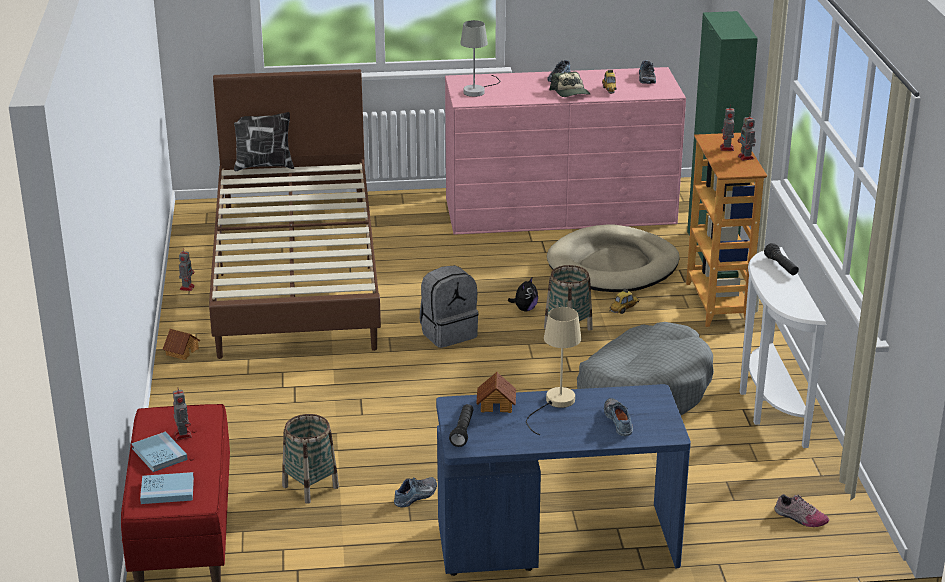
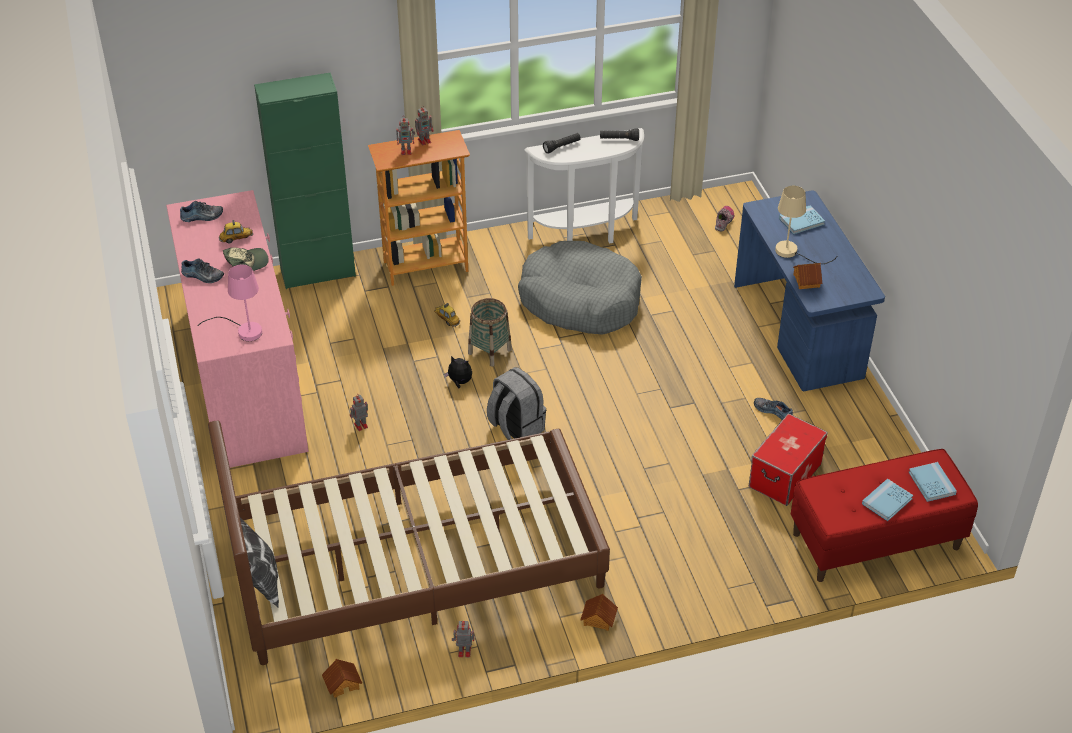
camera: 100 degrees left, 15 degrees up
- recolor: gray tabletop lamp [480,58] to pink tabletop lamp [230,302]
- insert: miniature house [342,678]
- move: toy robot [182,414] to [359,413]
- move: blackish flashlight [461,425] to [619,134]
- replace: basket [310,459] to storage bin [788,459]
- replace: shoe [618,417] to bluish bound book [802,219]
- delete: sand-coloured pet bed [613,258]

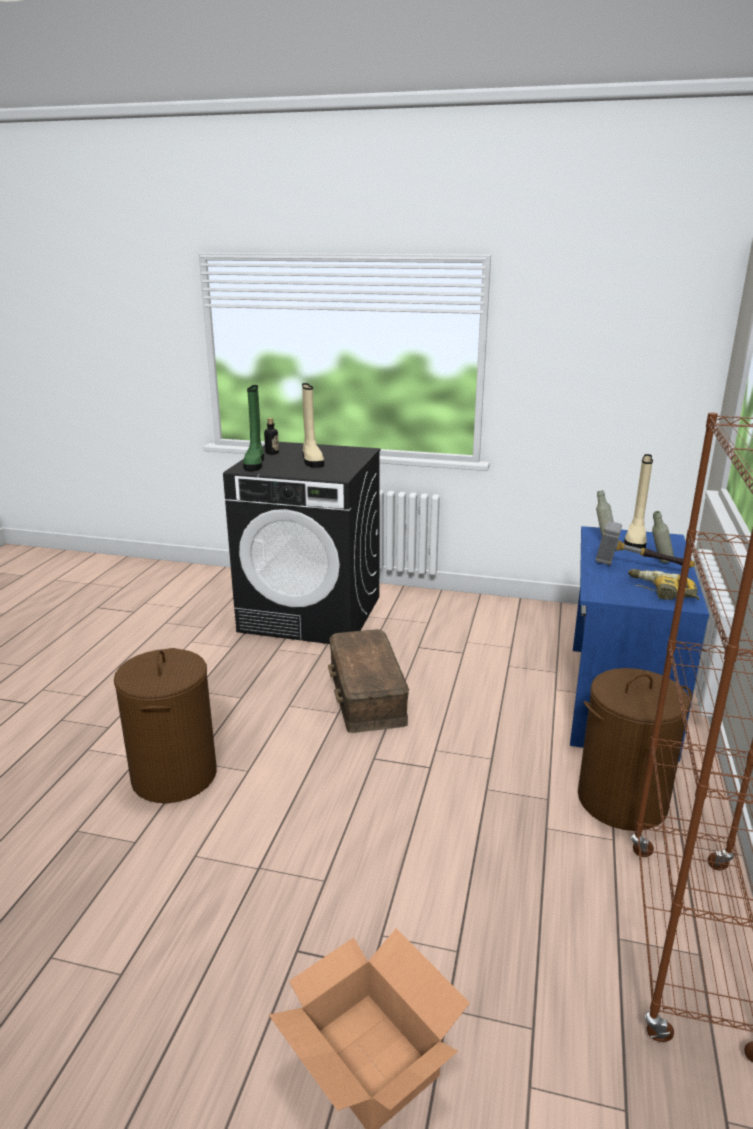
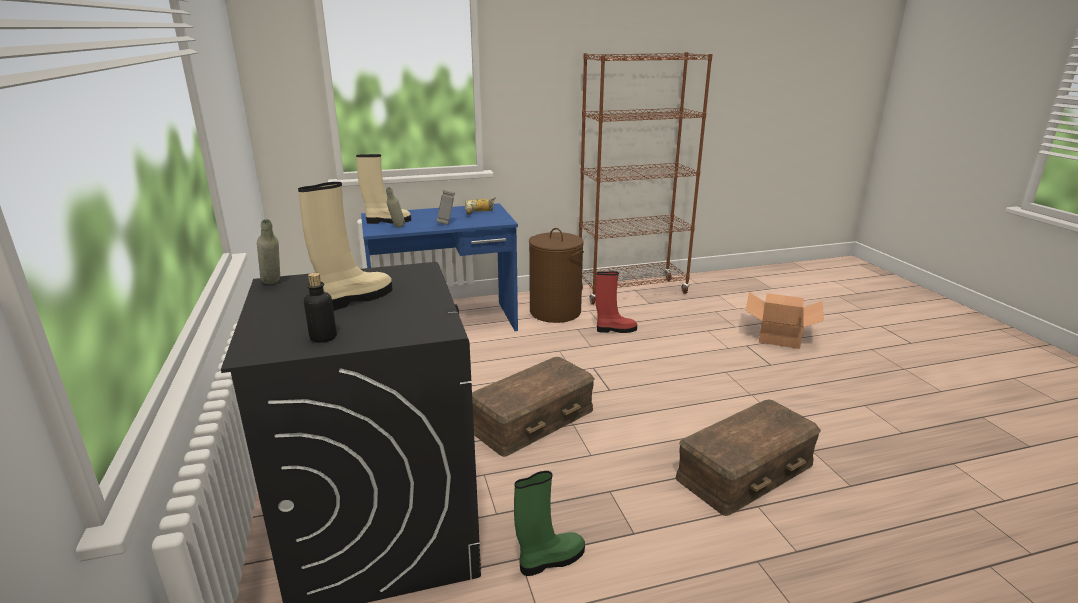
camera: 120 degrees left, 0 degrees up
- move: gray beverage bottle [663,537] to [268,251]
- move: green boot [253,428] to [549,523]
- insert: red-coloured boot [616,302]
- replace: brownish laundry basket [165,725] to brownish storage bin [748,457]

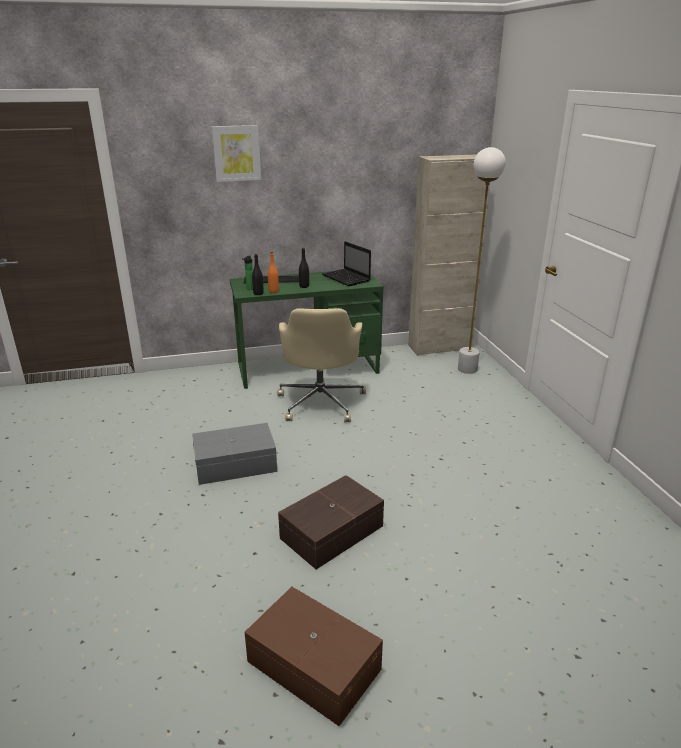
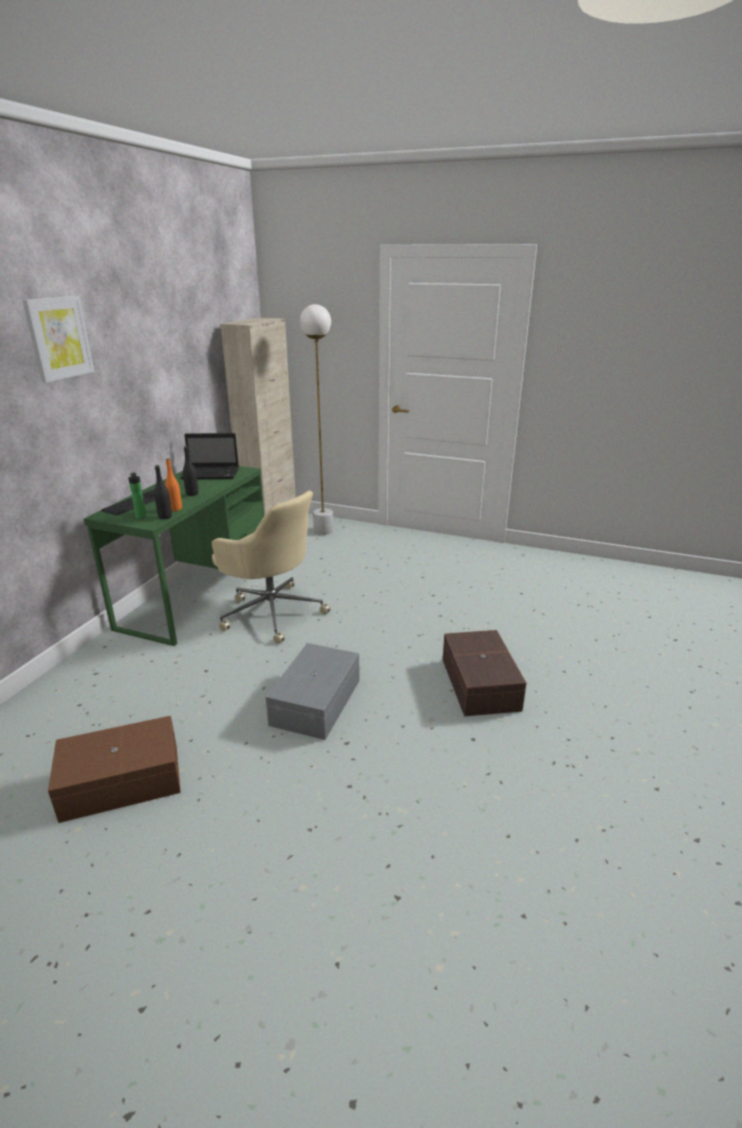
camera: 55 degrees left, 0 degrees up
- move: brownish storage bin [313,656] to [114,769]

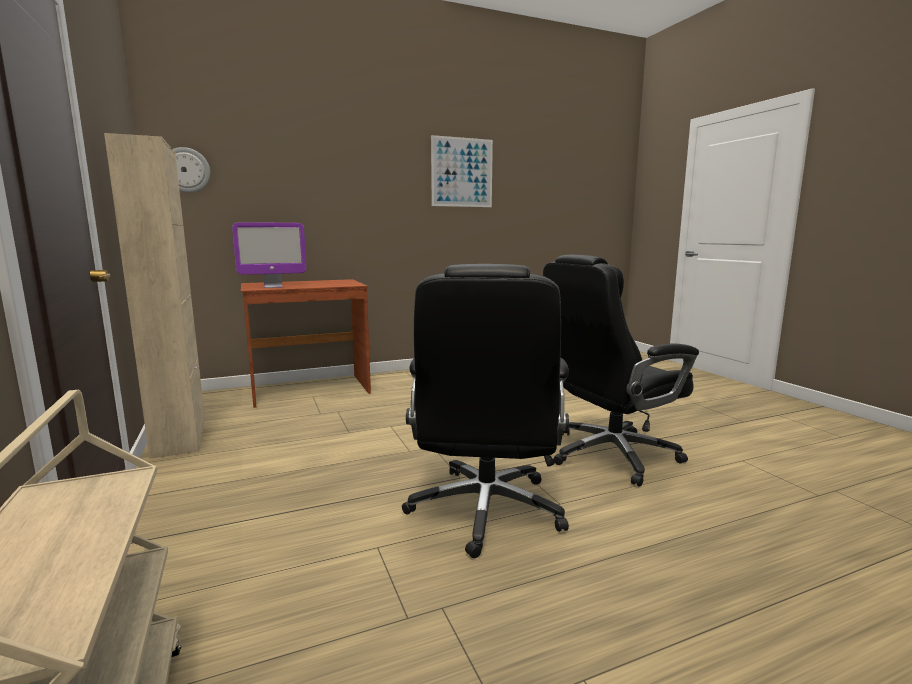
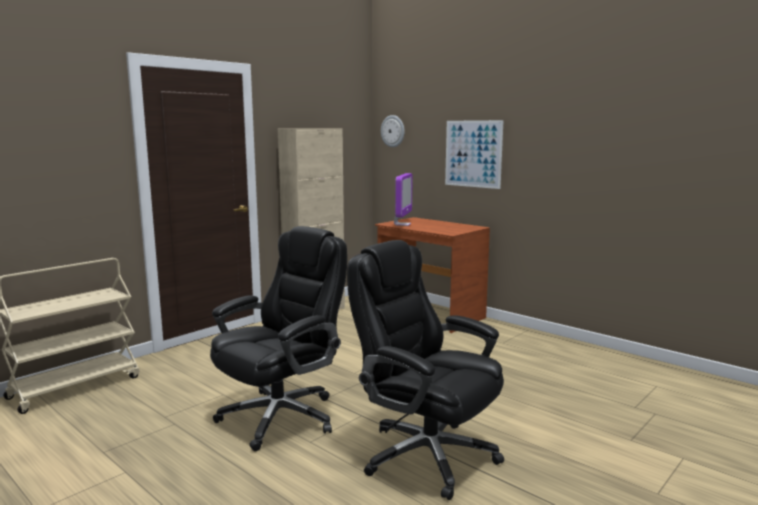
camera: 65 degrees right, 0 degrees up
- rotate: blackish office chair [485,411] = [278,338] 150 degrees clockwise
- rotate: monitor [269,255] = [403,199] 120 degrees counterclockwise
- move: wall art [462,171] to [474,154]

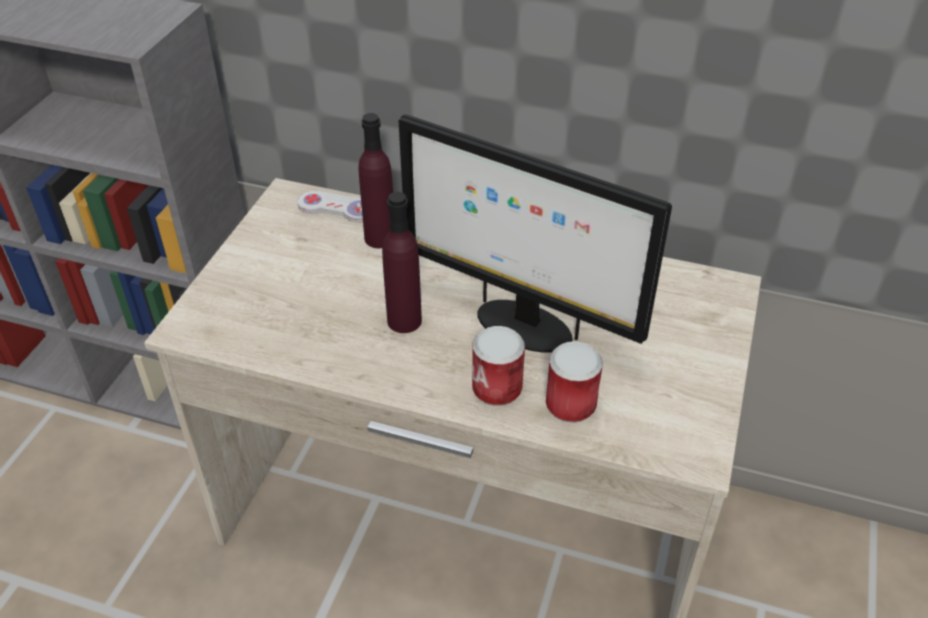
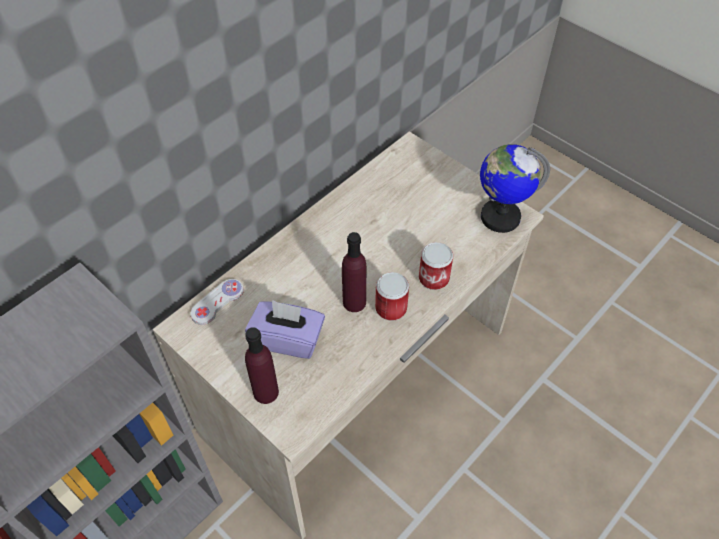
camera: 65 degrees left, 10 degrees up
- insert: purple tissue box [285,329]
- move: purple beverage bottle [375,180] to [262,365]
- move: can [574,382] to [392,296]
- insert: desk globe [515,188]
- delete: monitor [535,233]

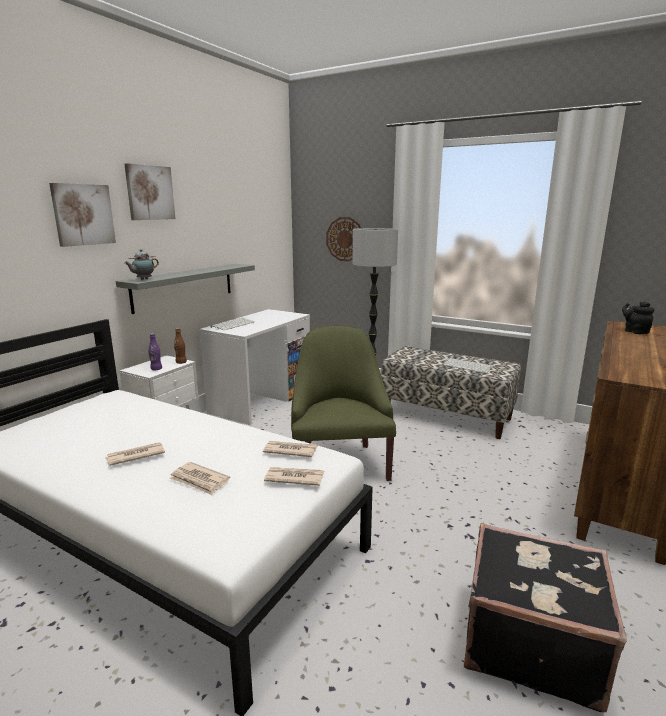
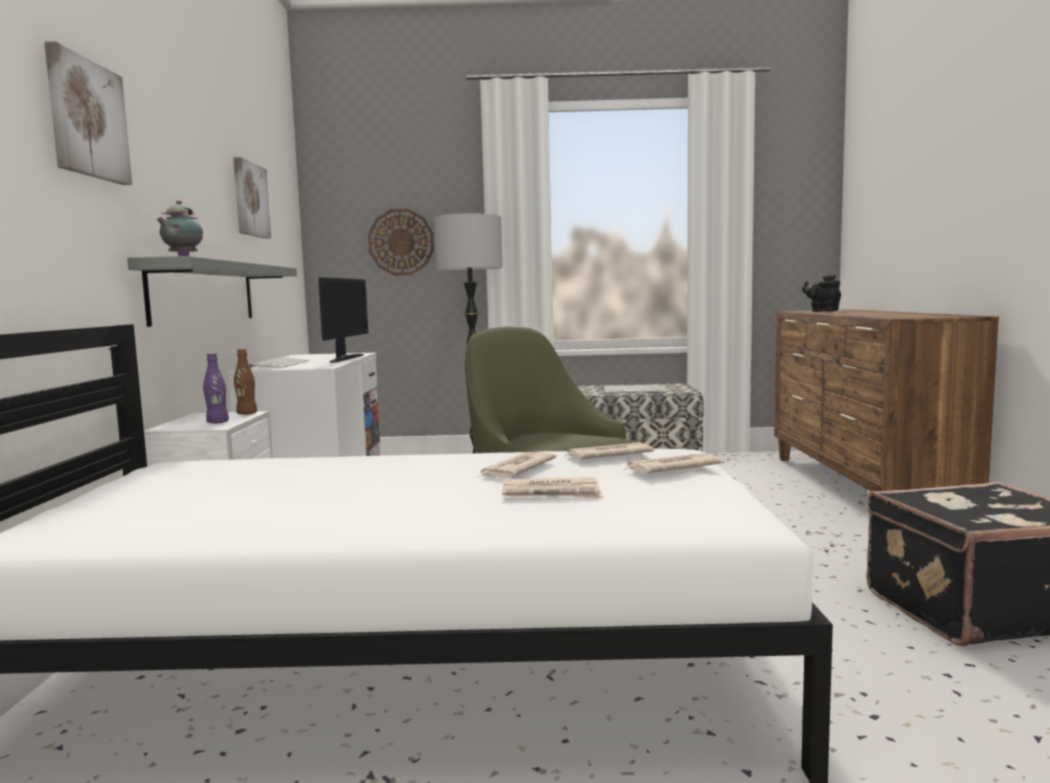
camera: 30 degrees left, 10 degrees down
- move: wall art [149,191] to [252,198]
- insert: monitor [343,320]
- move: daily paper [135,454] to [517,464]

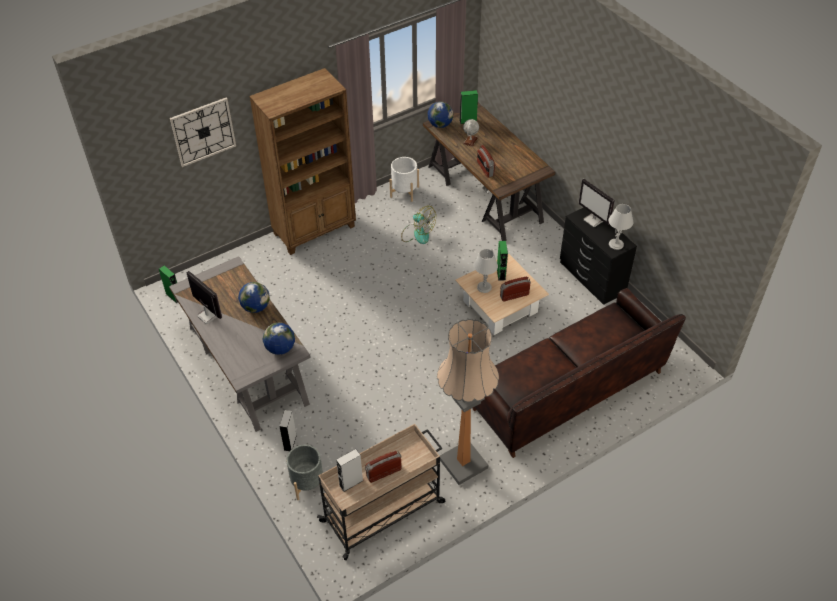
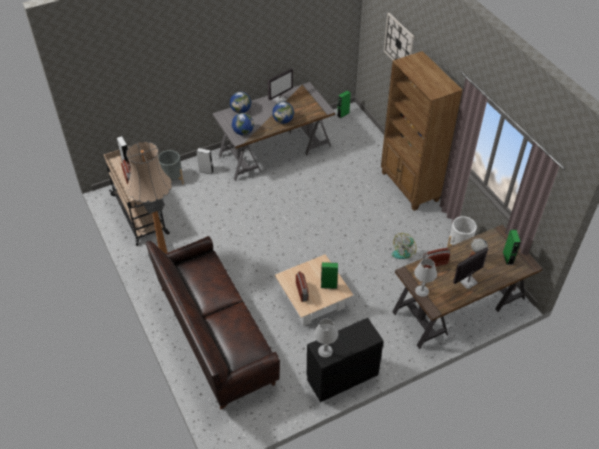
camera: 95 degrees right, 0 degrees up
- move: desk globe [440,115] to [240,102]
- move: gray tabletop lamp [486,271] to [425,277]
- move: monitor [596,203] to [470,268]

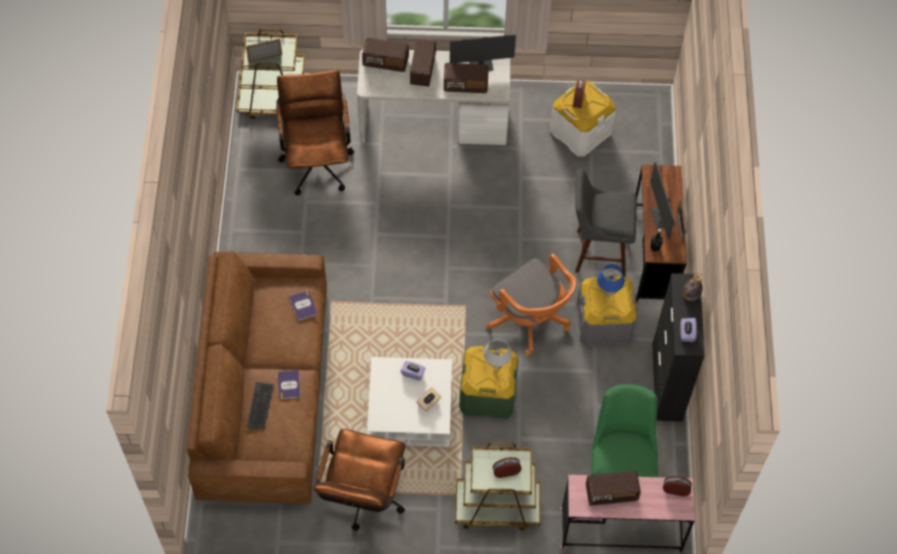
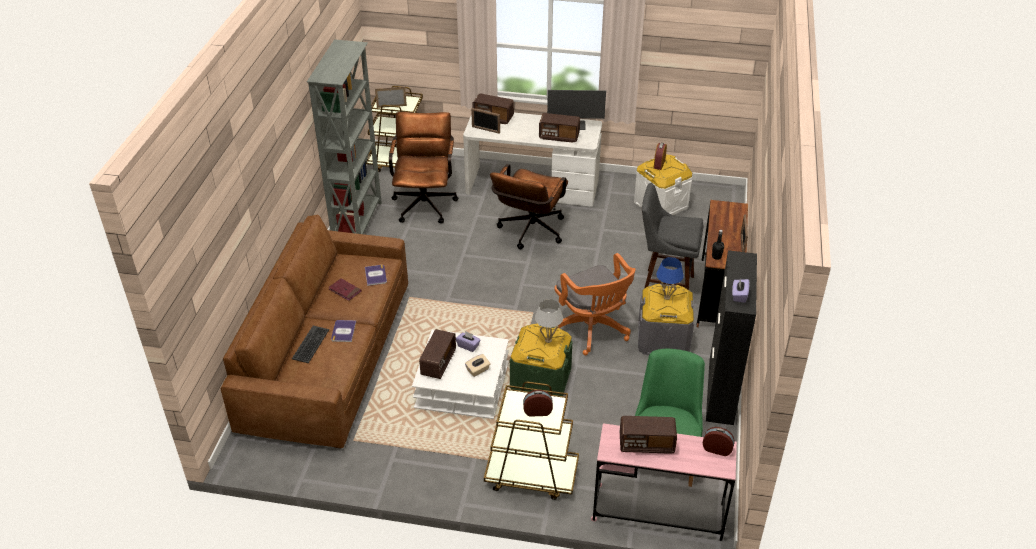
camera: 10 degrees right, 20 degrees down
- insert: gray shelving unit [344,136]
- insert: red-coloured bound book [344,289]
- move: radio receiver [423,63] to [437,354]
- insert: standing frame [485,121]
- move: brownish office chair [359,480] to [529,206]
- delete: monitor [663,201]
- delete: beverage bottle [693,287]

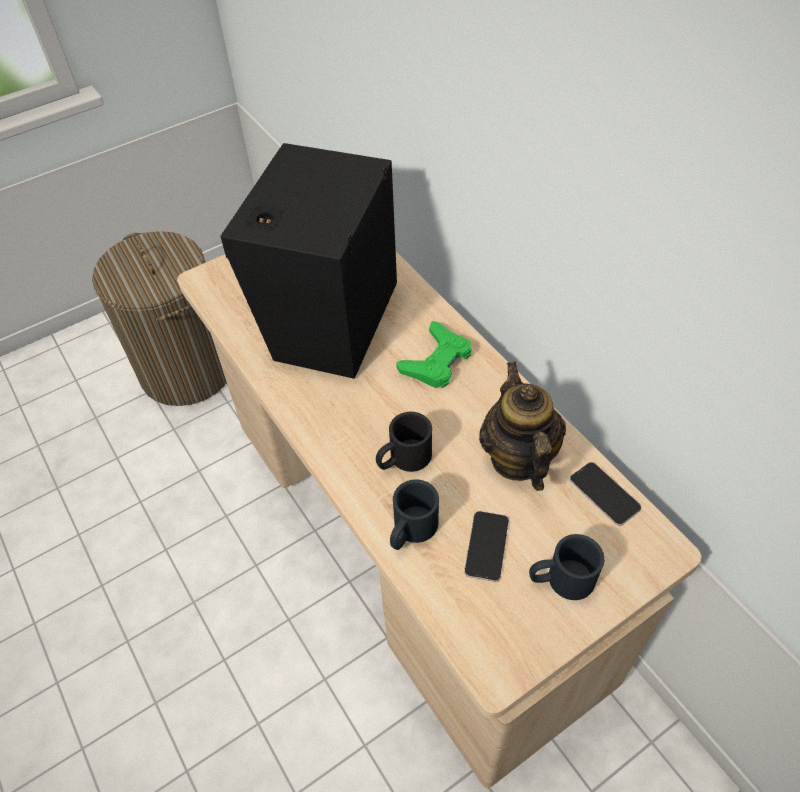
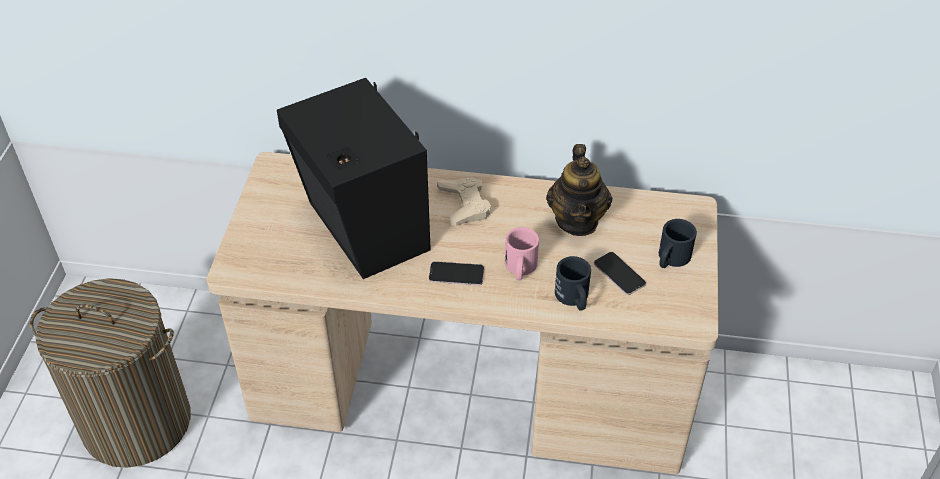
camera: 50 degrees left, 5 degrees down
- move: phone [606,494] to [456,273]
- recolor: green game controller [434,354] to sand-coloured game controller [464,201]
- recolor: blackish coffee mug [404,442] to pink coffee mug [522,253]
- rotate: tea pot [522,426] = [579,190] 120 degrees counterclockwise

